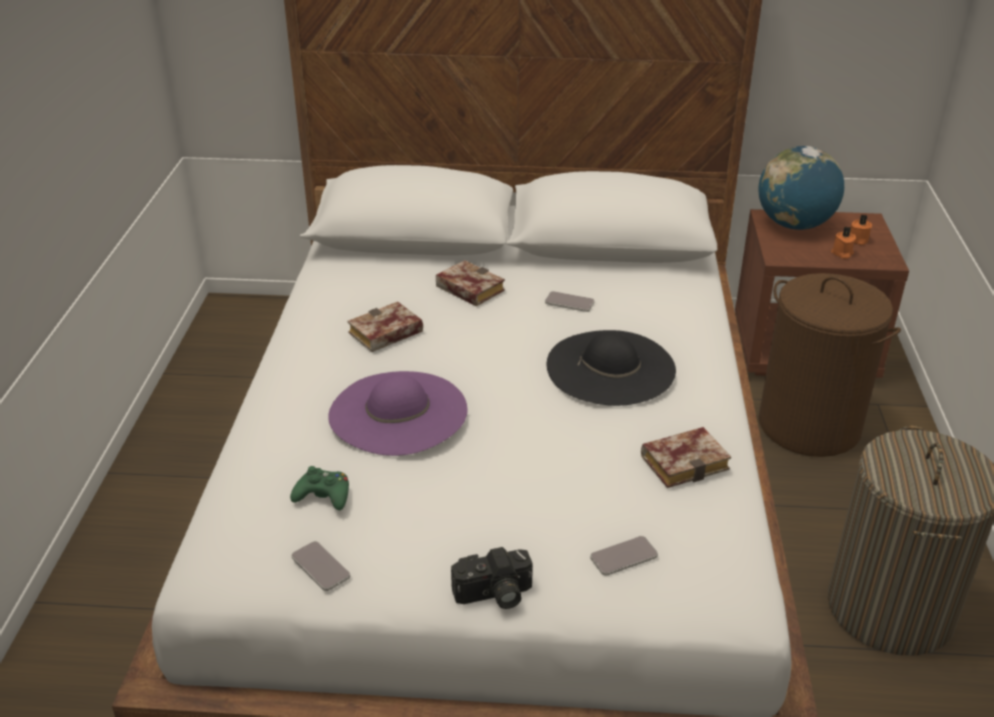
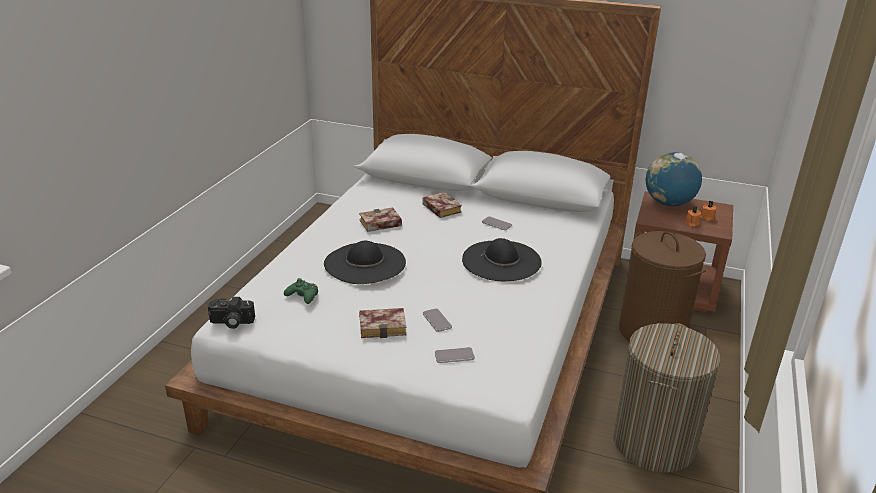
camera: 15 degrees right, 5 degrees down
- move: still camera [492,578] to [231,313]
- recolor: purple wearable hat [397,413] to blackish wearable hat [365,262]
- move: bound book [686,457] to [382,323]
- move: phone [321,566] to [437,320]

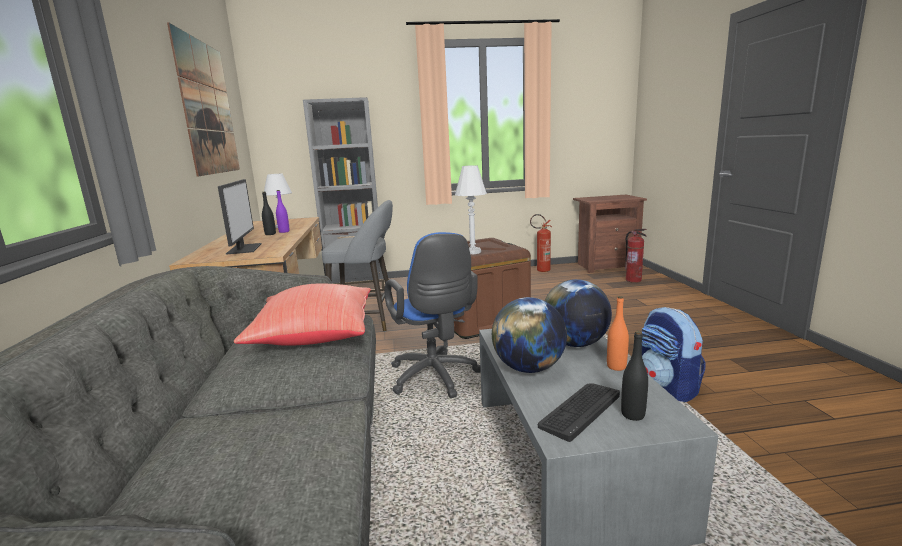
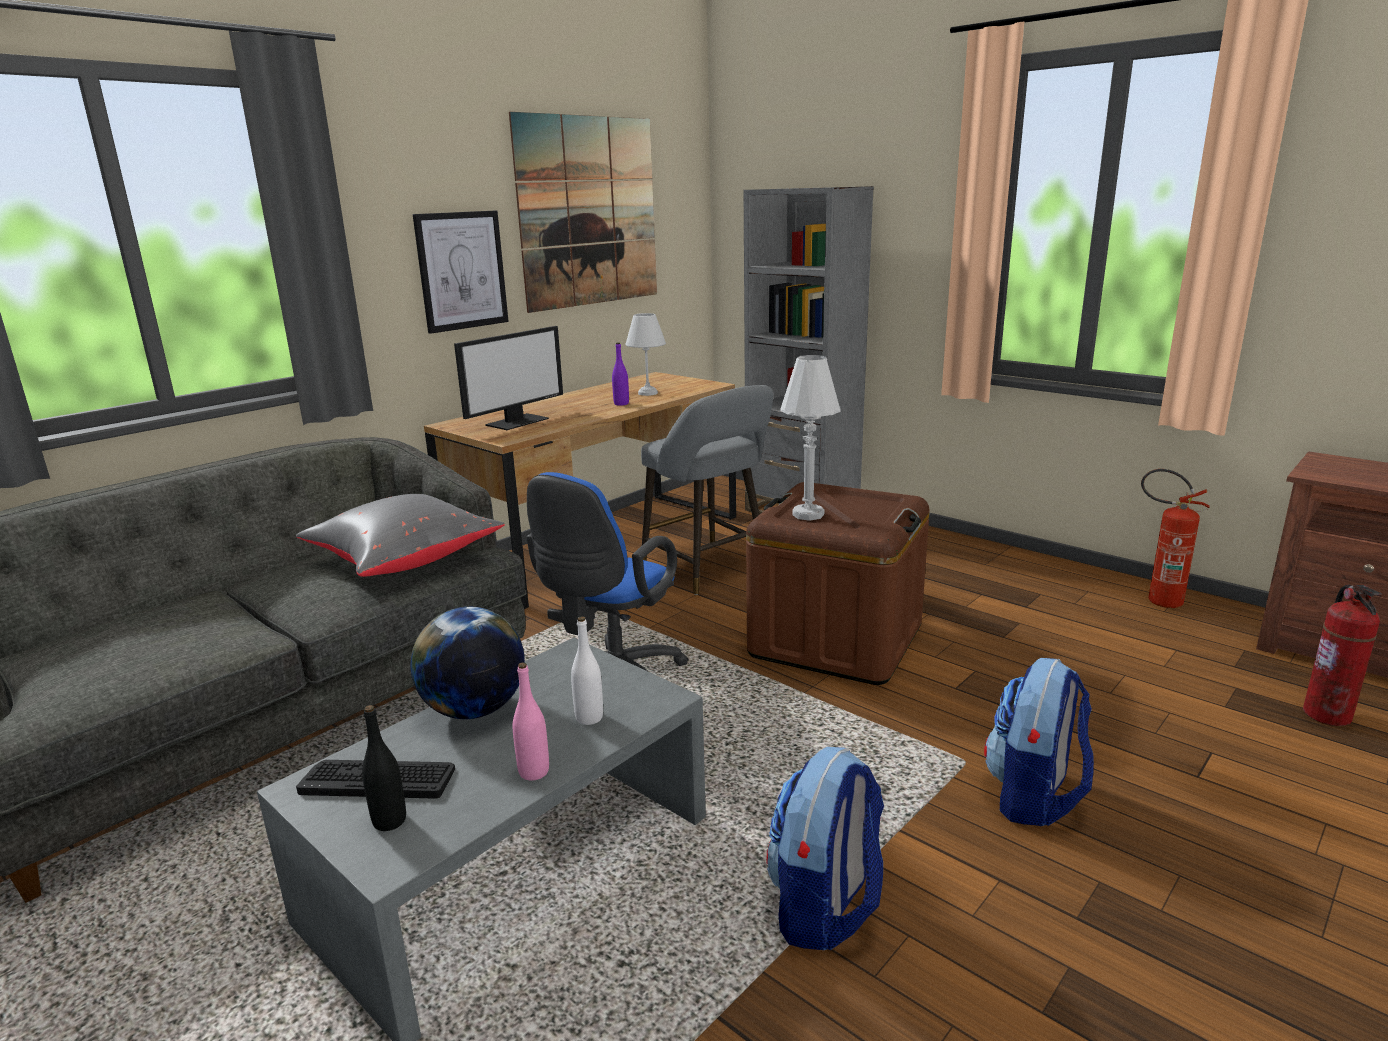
camera: 50 degrees right, 5 degrees up
- recolor: red-coloured cushion [302,314] to gray cushion [400,535]
- insert: wall art [460,272]
- recolor: orangey beverage bottle [618,333] to pink beverage bottle [531,721]
- replace: desk globe [578,313] to white-coloured beverage bottle [587,670]
- insert: rucksack [1039,742]
- delete: blackish beverage bottle [269,213]

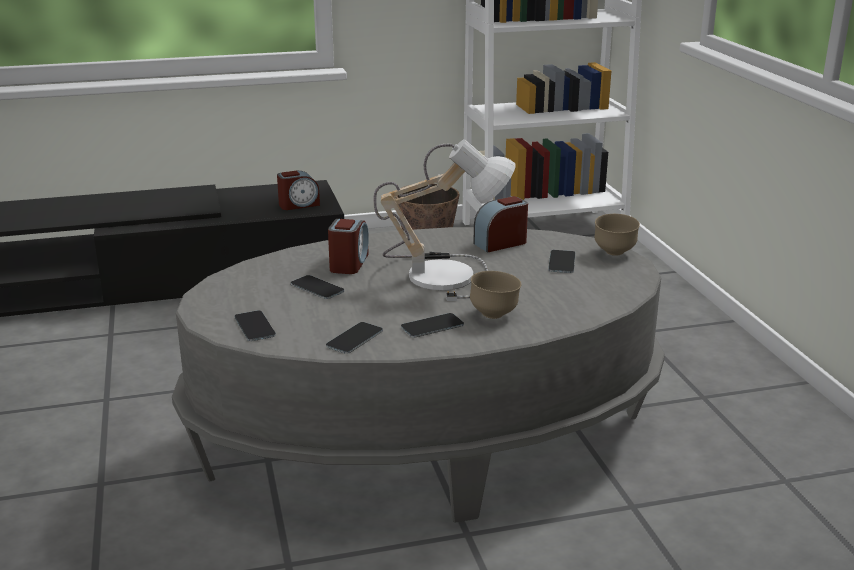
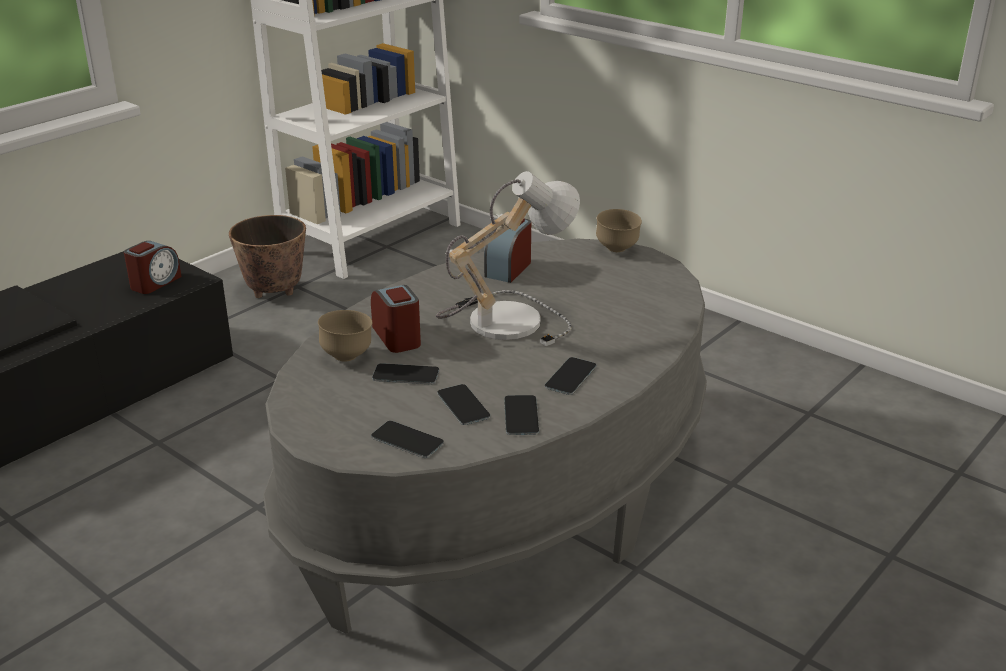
camera: 35 degrees left, 5 degrees up
- move: brownish bowl [495,295] to [345,335]
- move: phone [561,261] to [463,404]

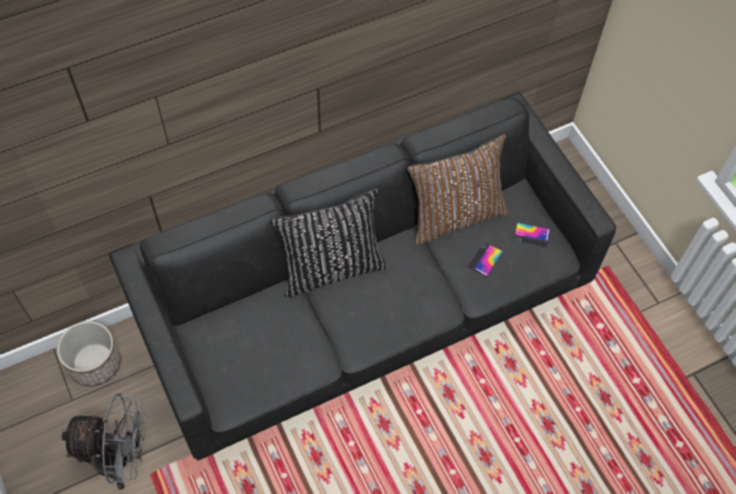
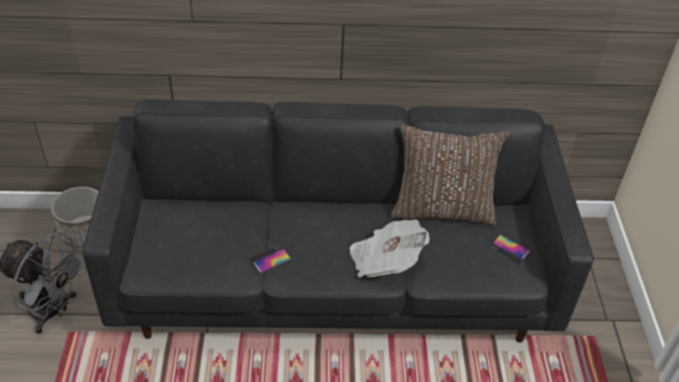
camera: 25 degrees right, 15 degrees down
- move: phone [485,259] to [270,259]
- insert: daily paper [390,248]
- delete: blackish cushion [328,243]

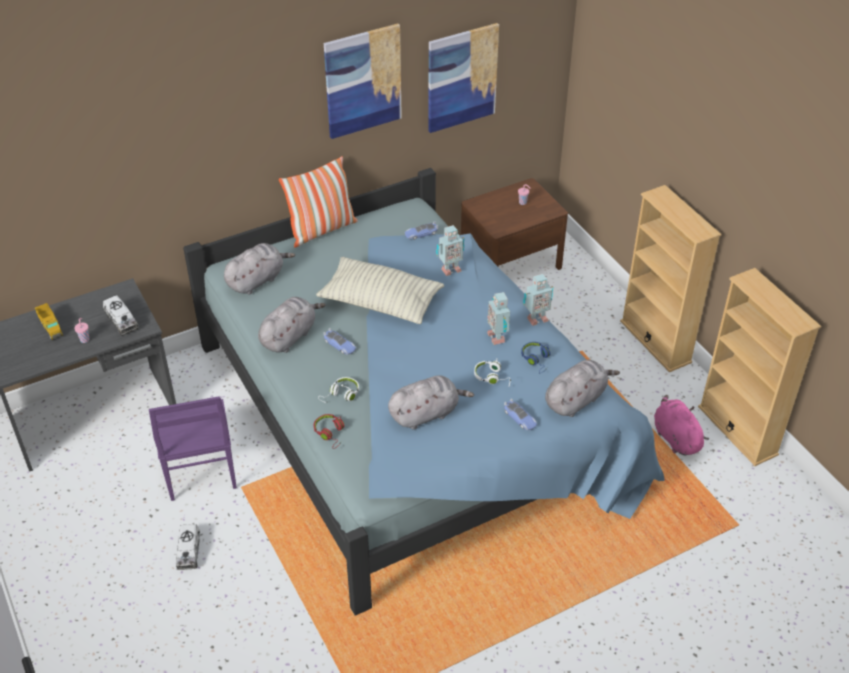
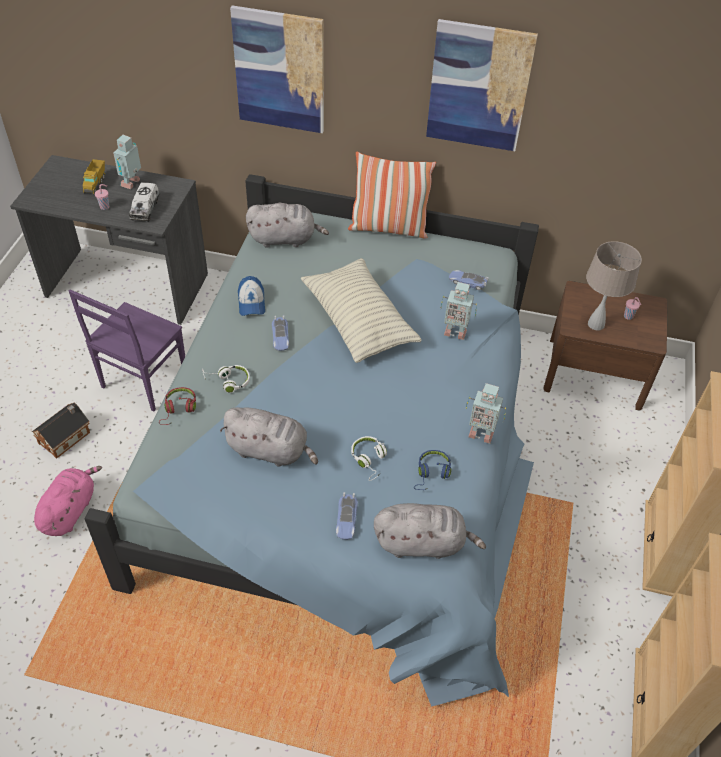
camera: 40 degrees right, 5 degrees up
- replace: model truck [188,547] to miniature house [61,431]
- move: pink soft toy [681,425] to [68,501]
- move: toy robot [498,318] to [127,162]
- move: wall art [463,78] to [277,69]
- replace: gray soft toy [292,325] to peaked cap [251,296]
- insert: sand-coloured tabletop lamp [614,286]

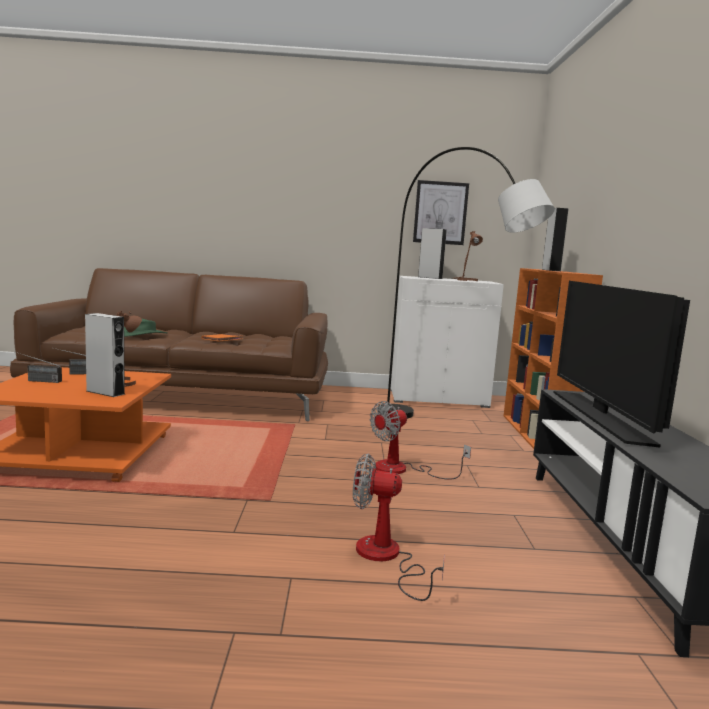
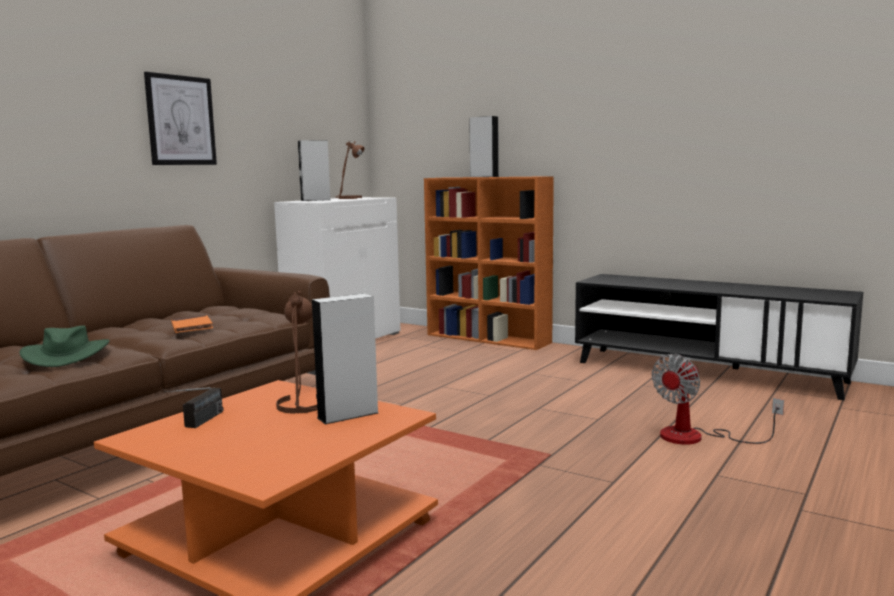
camera: 55 degrees left, 0 degrees up
- move: wall art [441,212] to [180,118]
- delete: radio receiver [38,367]
- delete: cooling fan [420,440]
- delete: gray floor lamp [466,283]
- delete: television [621,364]

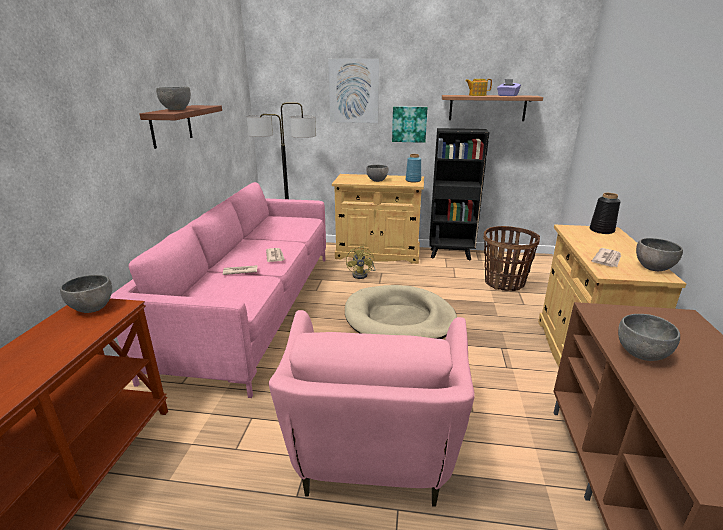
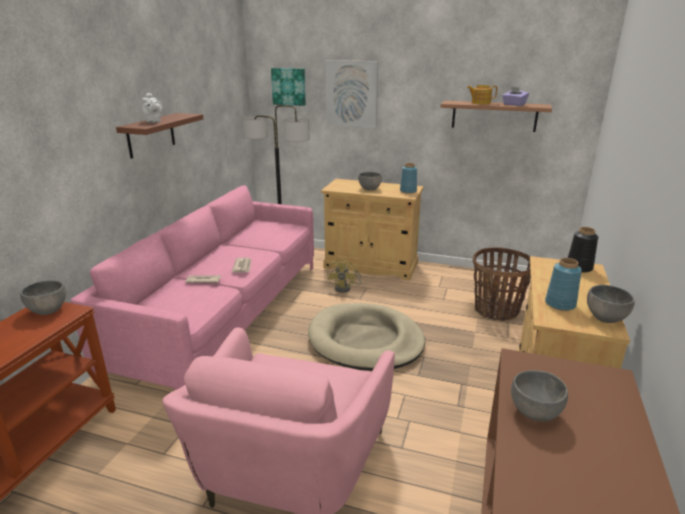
camera: 10 degrees right, 0 degrees up
- replace: gray bowl [173,98] to white-coloured tea pot [152,108]
- move: wall art [410,124] to [288,87]
- replace: daily paper [606,257] to bluish flower vase [563,284]
- delete: blackish shelving unit [459,194]

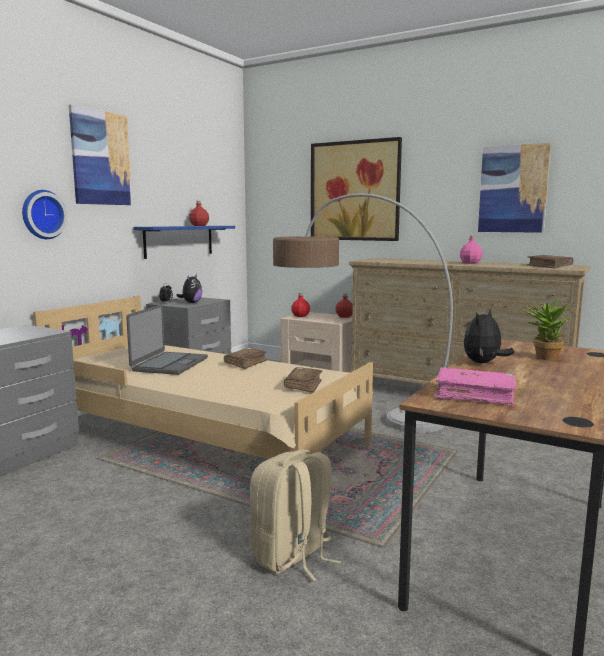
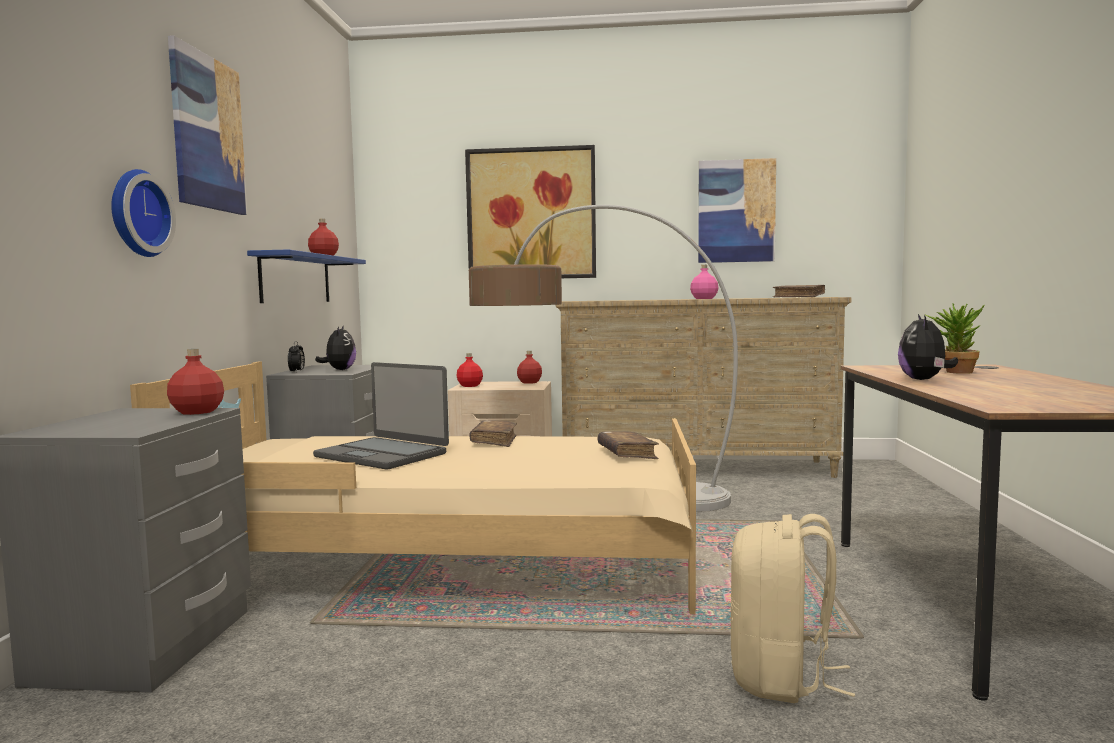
camera: 25 degrees left, 5 degrees down
- insert: red-coloured beverage bottle [195,382]
- rotate: laptop [167,340] = [381,416] 135 degrees clockwise
- delete: pink bound book [475,386]

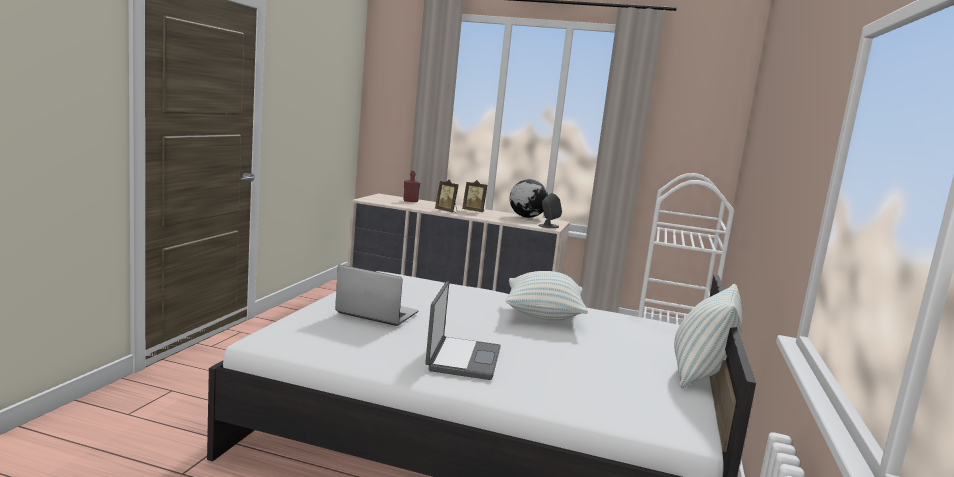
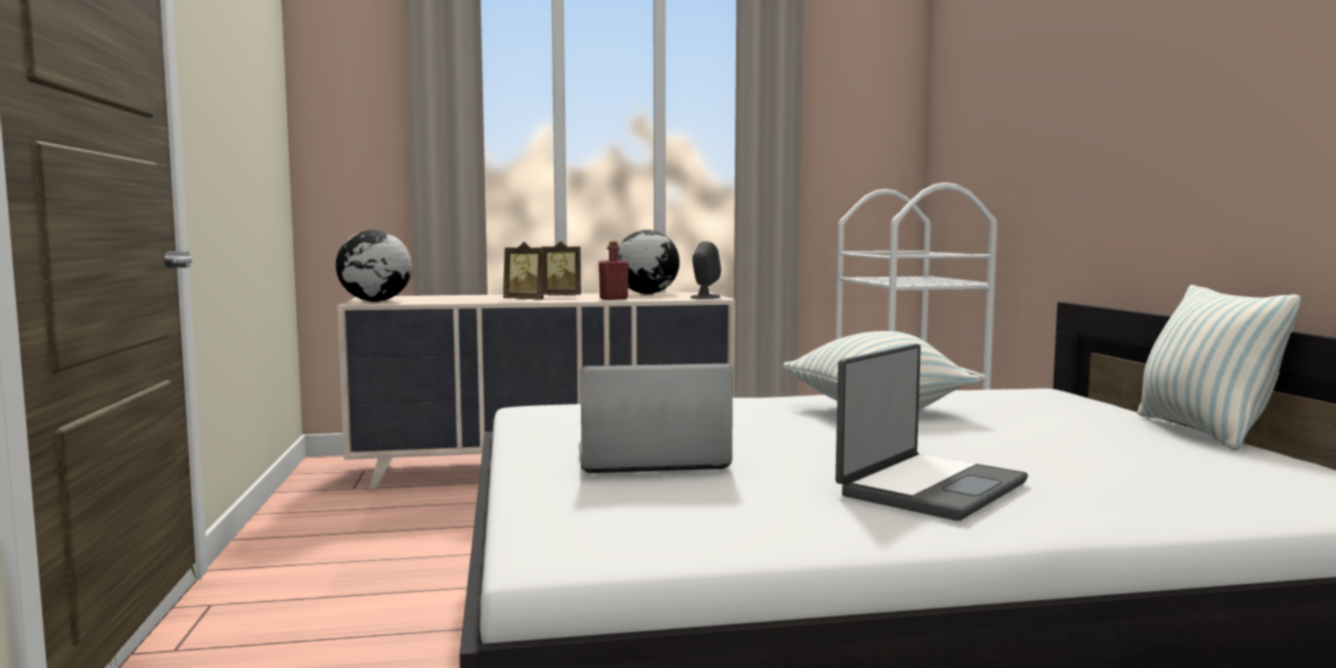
camera: 25 degrees left, 5 degrees down
- insert: desk globe [374,266]
- move: red-coloured beverage bottle [411,186] to [614,270]
- rotate: laptop [463,330] = [932,432] 60 degrees clockwise

